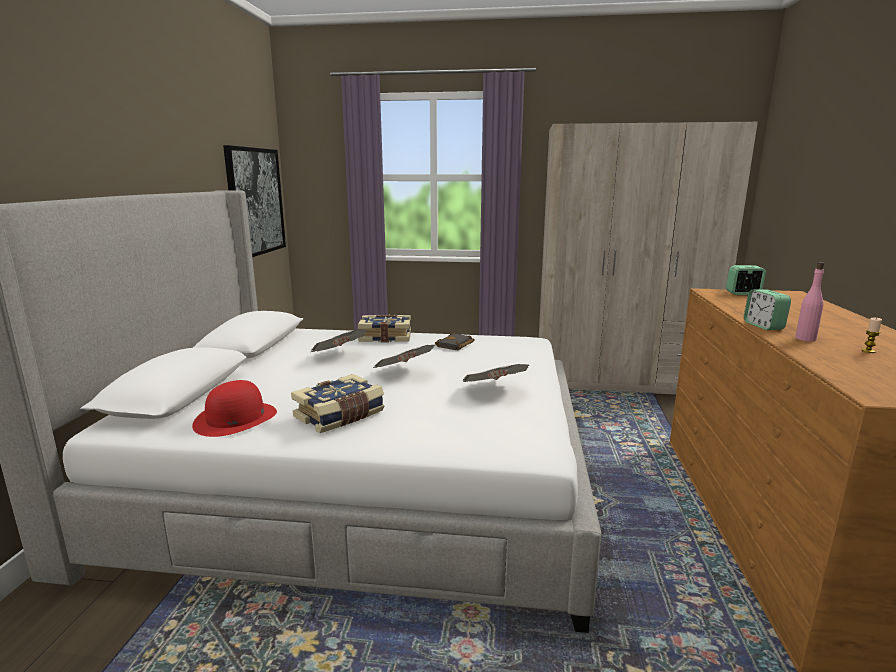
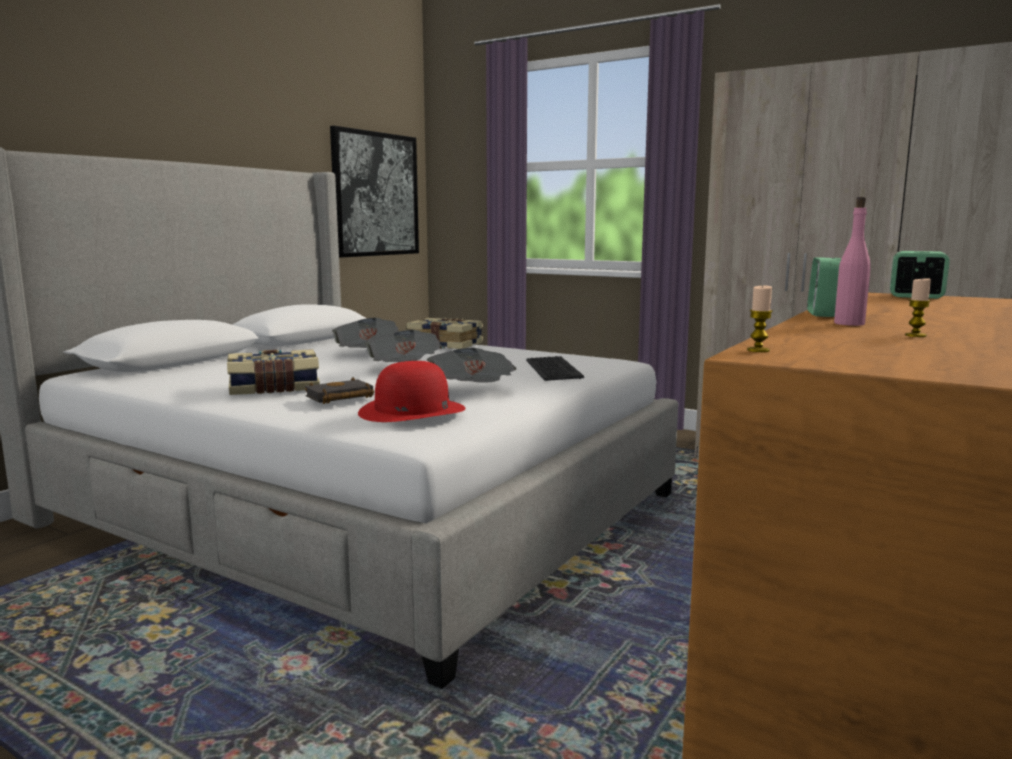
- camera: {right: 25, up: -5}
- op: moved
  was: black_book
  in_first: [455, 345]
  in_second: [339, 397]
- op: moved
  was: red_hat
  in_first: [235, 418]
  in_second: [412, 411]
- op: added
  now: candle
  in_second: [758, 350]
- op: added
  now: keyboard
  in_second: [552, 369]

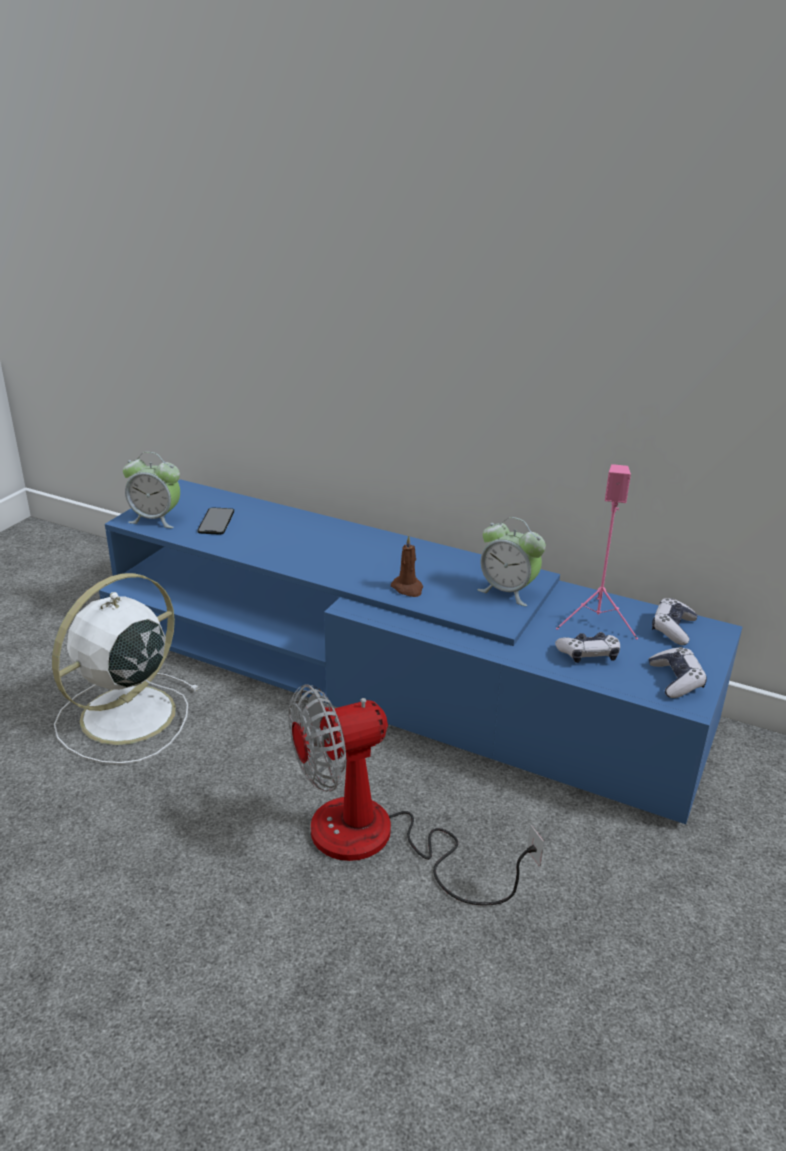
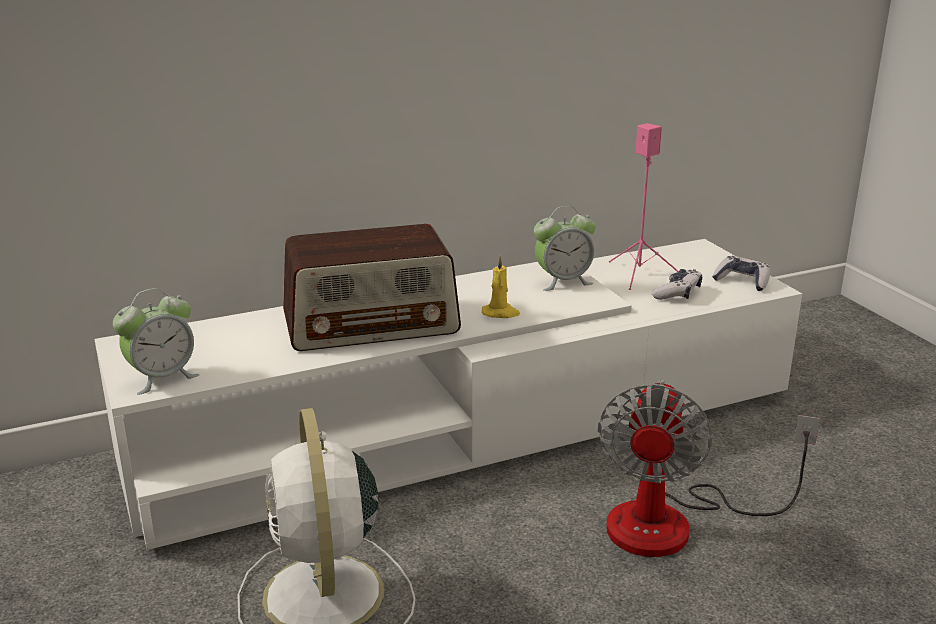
- camera: {right: -50, up: -5}
- op: recoloured
  was: blue_tv_stand
  now: white_tv_stand
  in_first: [391, 675]
  in_second: [467, 424]
- op: removed
  was: phone
  in_first: [216, 521]
- op: recoloured
  was: brown_candle
  now: yellow_candle
  in_first: [408, 588]
  in_second: [501, 313]
- op: removed
  was: game_controller
  in_first: [672, 629]
- op: added
  now: radio
  in_second: [372, 323]

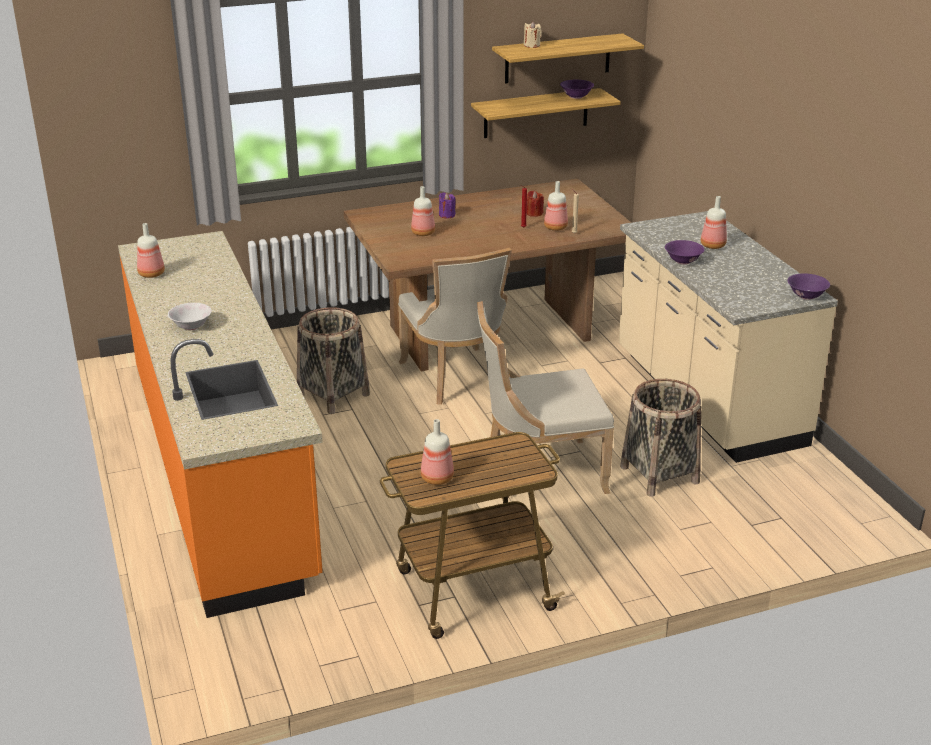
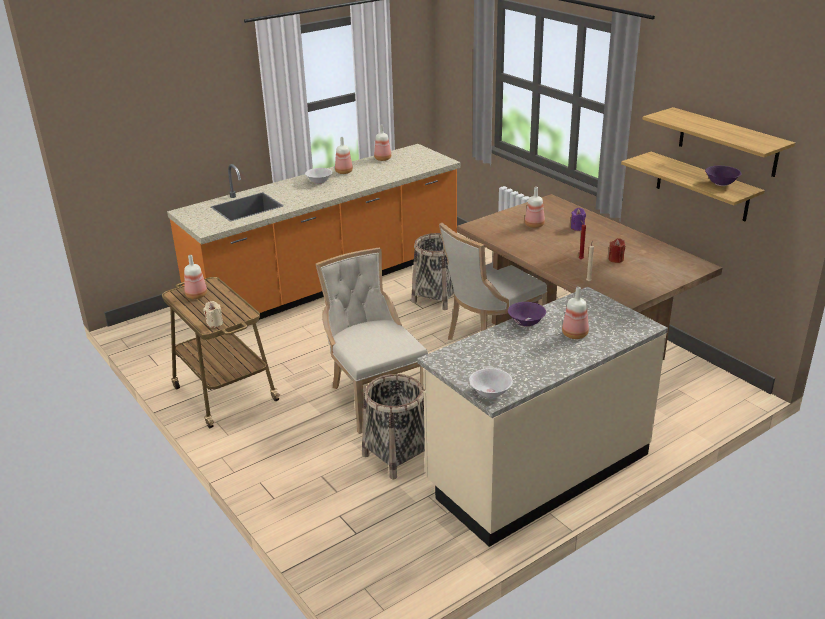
- camera: {right: 75, up: 0}
- op: moved
  was: beige_candle
  in_first: [532, 45]
  in_second: [214, 323]
- op: moved
  was: bottle
  in_first: [555, 228]
  in_second: [343, 172]
- op: recoloured
  was: purple_bowl
  now: white_bowl
  in_first: [806, 296]
  in_second: [490, 393]

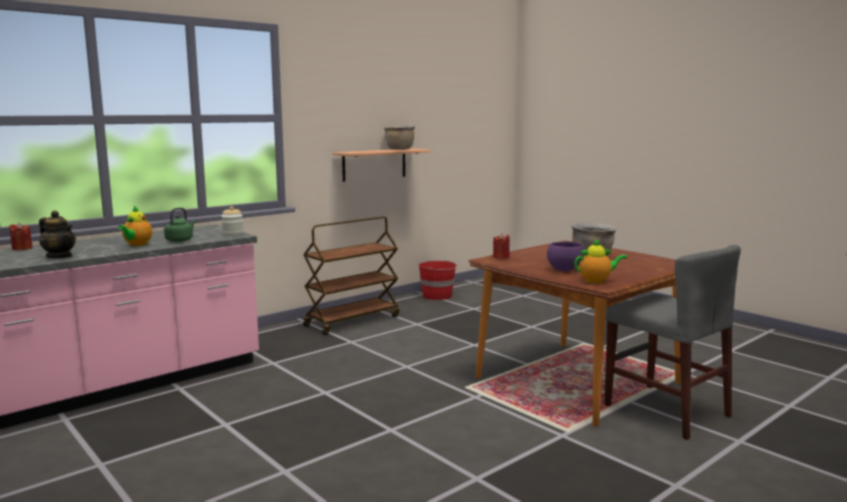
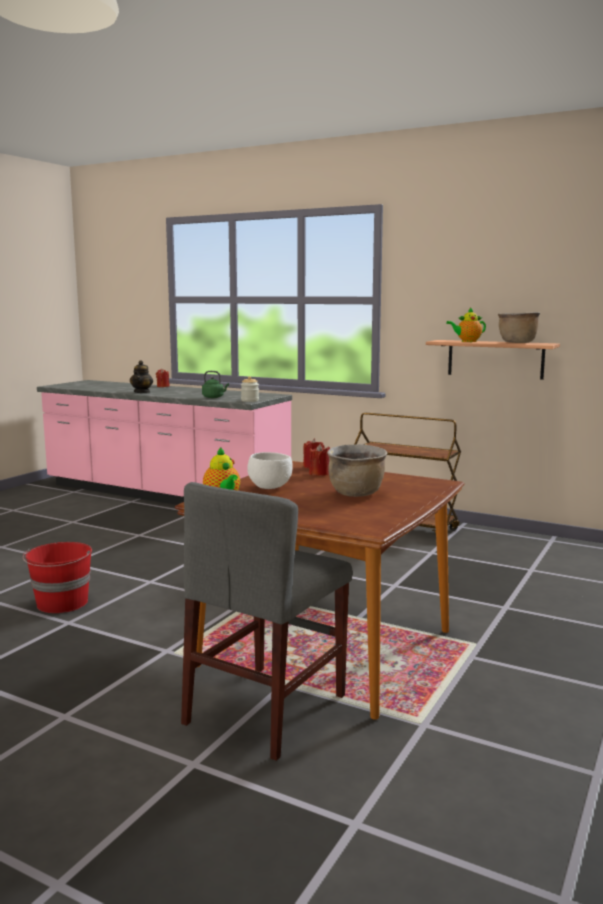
- camera: {right: 70, up: 0}
- op: moved
  was: teapot
  in_first: [137, 245]
  in_second: [467, 341]
- op: recoloured
  was: purple_bowl
  now: white_bowl
  in_first: [563, 269]
  in_second: [270, 487]
- op: moved
  was: red_bucket
  in_first: [438, 296]
  in_second: [62, 603]
- op: added
  now: red_candle
  in_second: [319, 474]

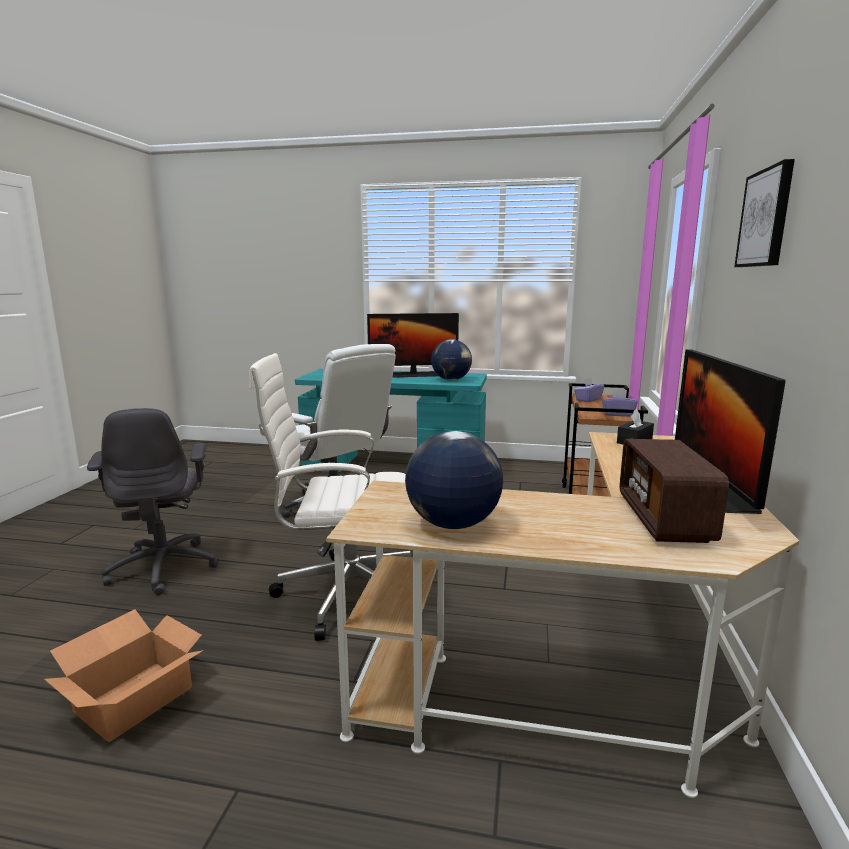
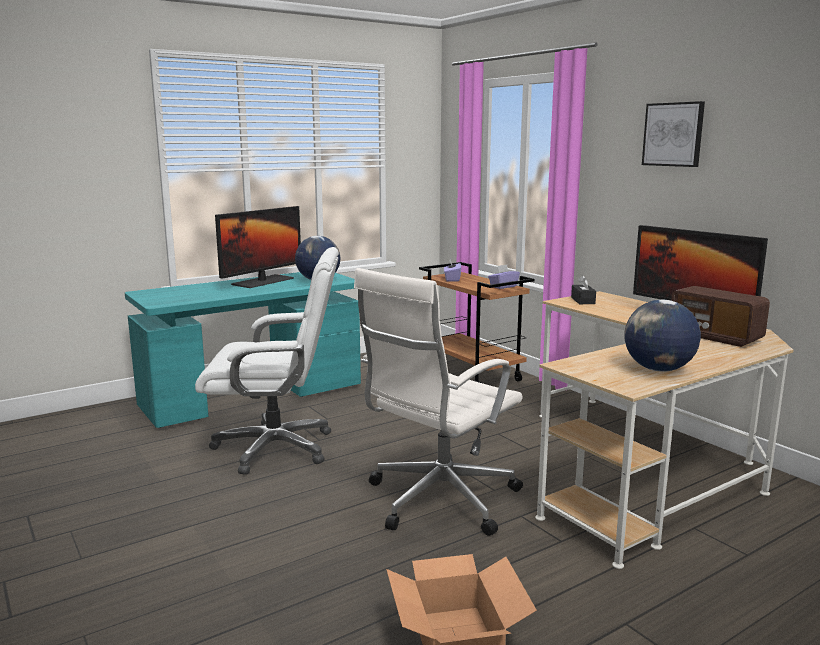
- camera: {right: -45, up: 0}
- op: removed
  was: grey_office_chair
  in_first: [164, 567]

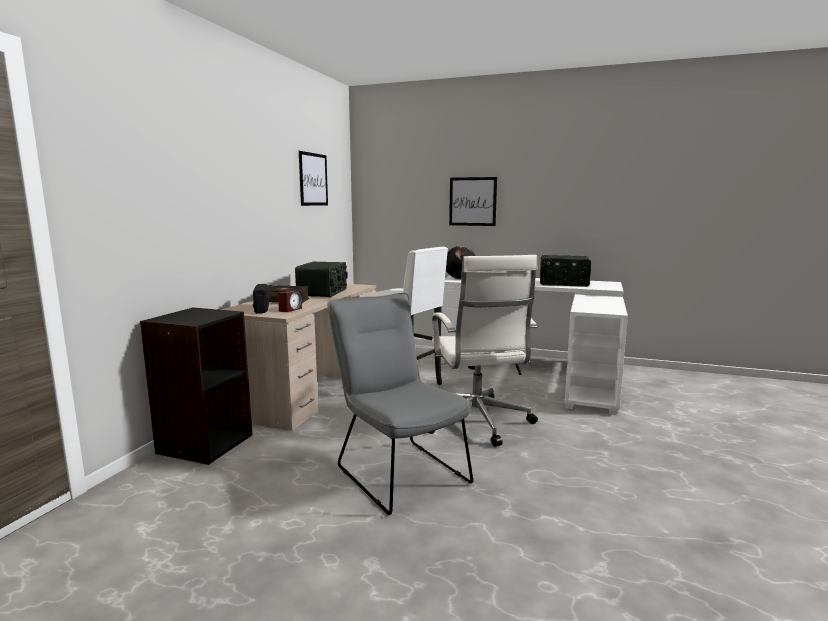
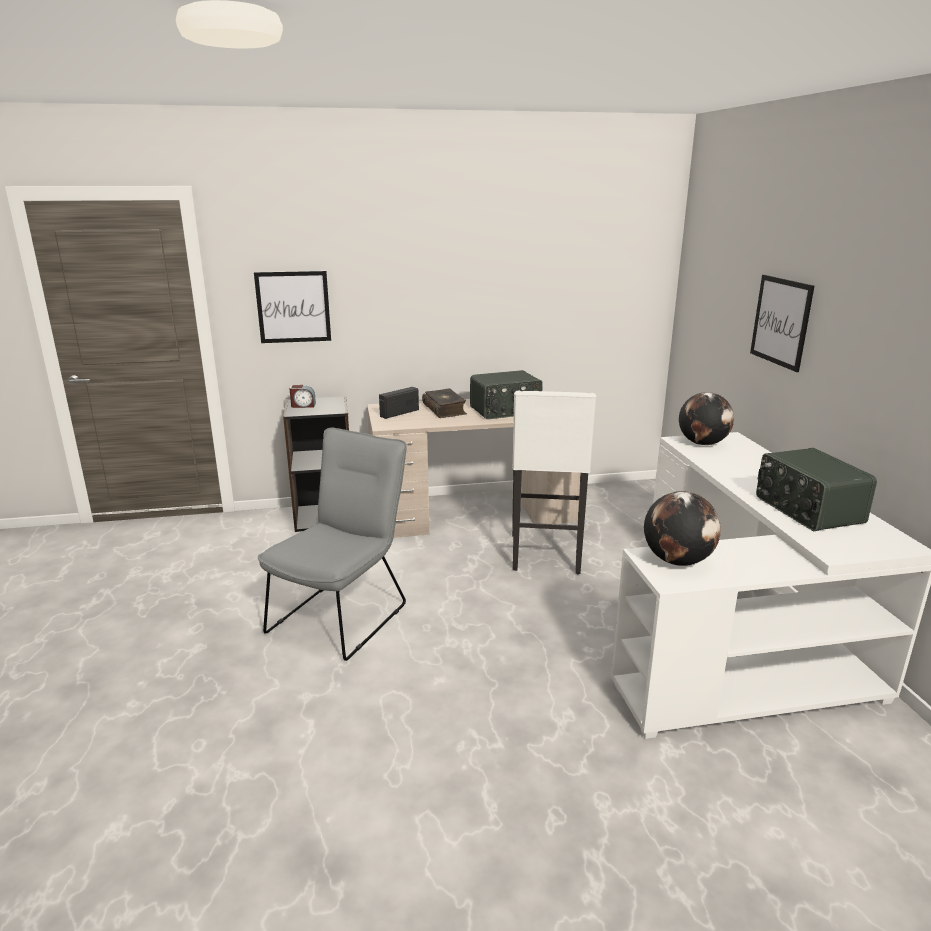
- camera: {right: 60, up: 10}
- op: moved
  was: picture
  in_first: [313, 179]
  in_second: [293, 307]
- op: removed
  was: white_office_chair
  in_first: [477, 422]
- op: moved
  was: alarm_clock
  in_first: [290, 309]
  in_second: [303, 405]
- op: added
  now: globe
  in_second: [677, 560]

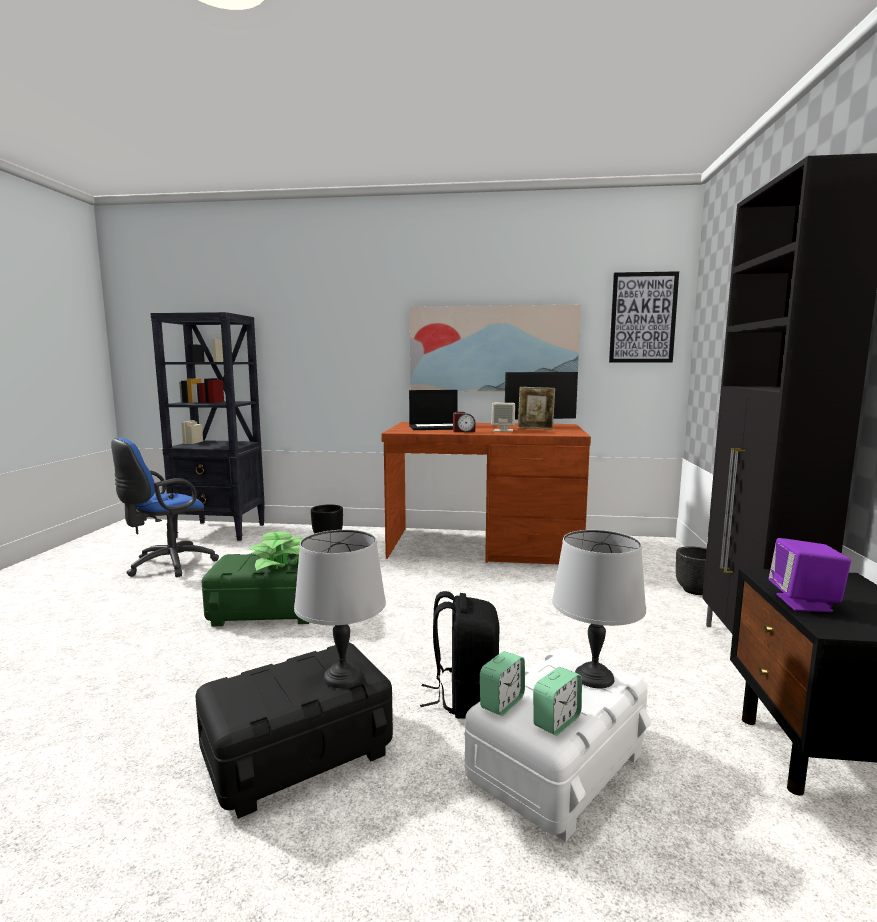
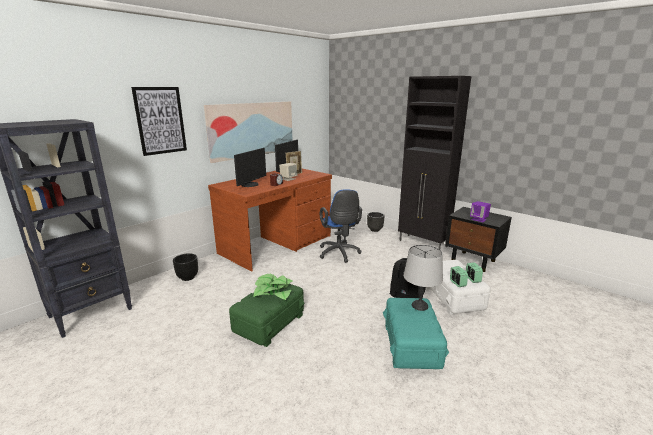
- camera: {right: -55, up: 10}
- op: moved
  was: picture
  in_first: [643, 318]
  in_second: [160, 120]
- op: replaced
  was: laptop
  now: monitor
  in_first: [436, 427]
  in_second: [250, 185]
- op: moved
  was: blue_office_chair
  in_first: [167, 565]
  in_second: [339, 254]
- op: removed
  was: grey_table_lamp
  in_first: [594, 676]
- op: recoloured
  was: black_storage_box
  now: turquoise_storage_box
  in_first: [298, 753]
  in_second: [412, 345]

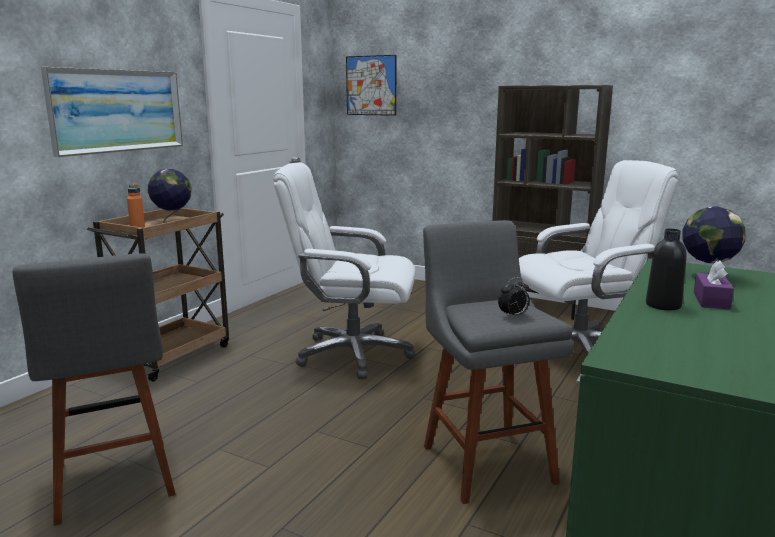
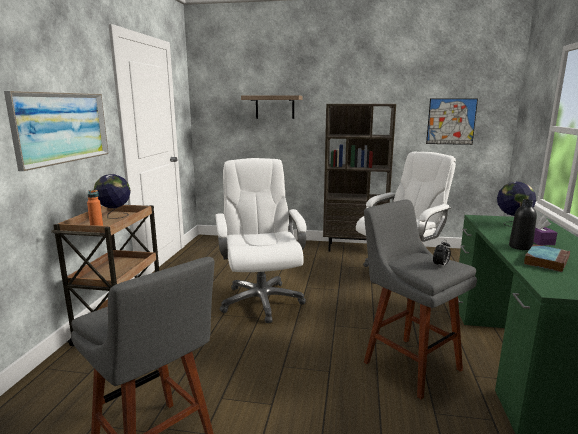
- camera: {right: -20, up: 0}
- op: moved
  was: picture
  in_first: [371, 85]
  in_second: [451, 121]
- op: turned
  was: white_office_chair
  in_first: [352, 354]
  in_second: [261, 301]
  clockwise: 90
- op: added
  now: shelf
  in_second: [275, 107]
- op: added
  now: book
  in_second: [546, 261]

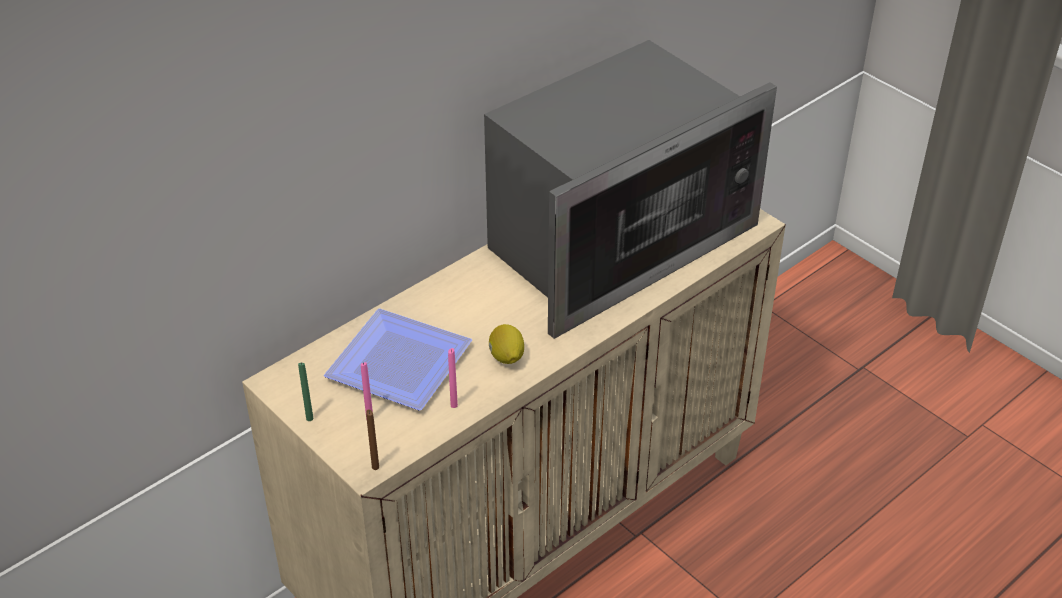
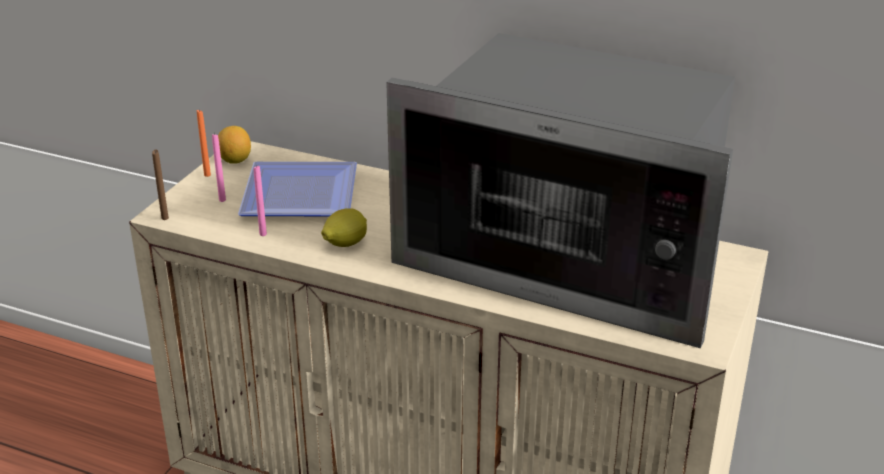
- camera: {right: 65, up: -10}
- op: recoloured
  was: green_candle
  now: orange_candle
  in_first: [309, 418]
  in_second: [207, 175]
- op: added
  now: lemon
  in_second: [235, 160]

